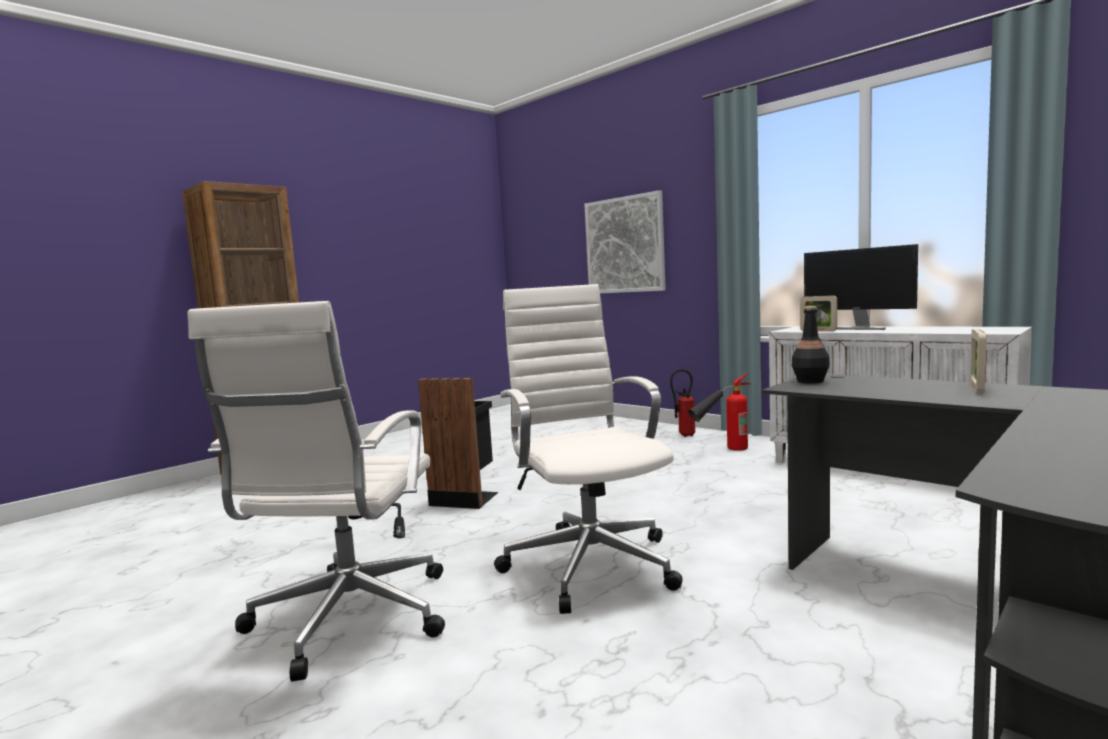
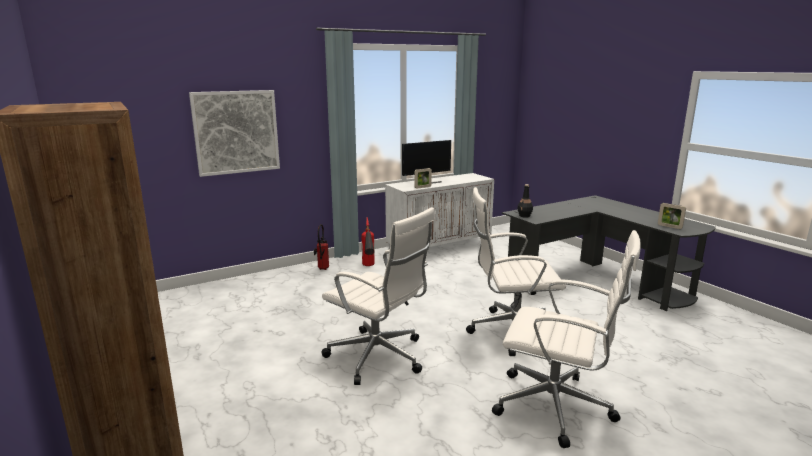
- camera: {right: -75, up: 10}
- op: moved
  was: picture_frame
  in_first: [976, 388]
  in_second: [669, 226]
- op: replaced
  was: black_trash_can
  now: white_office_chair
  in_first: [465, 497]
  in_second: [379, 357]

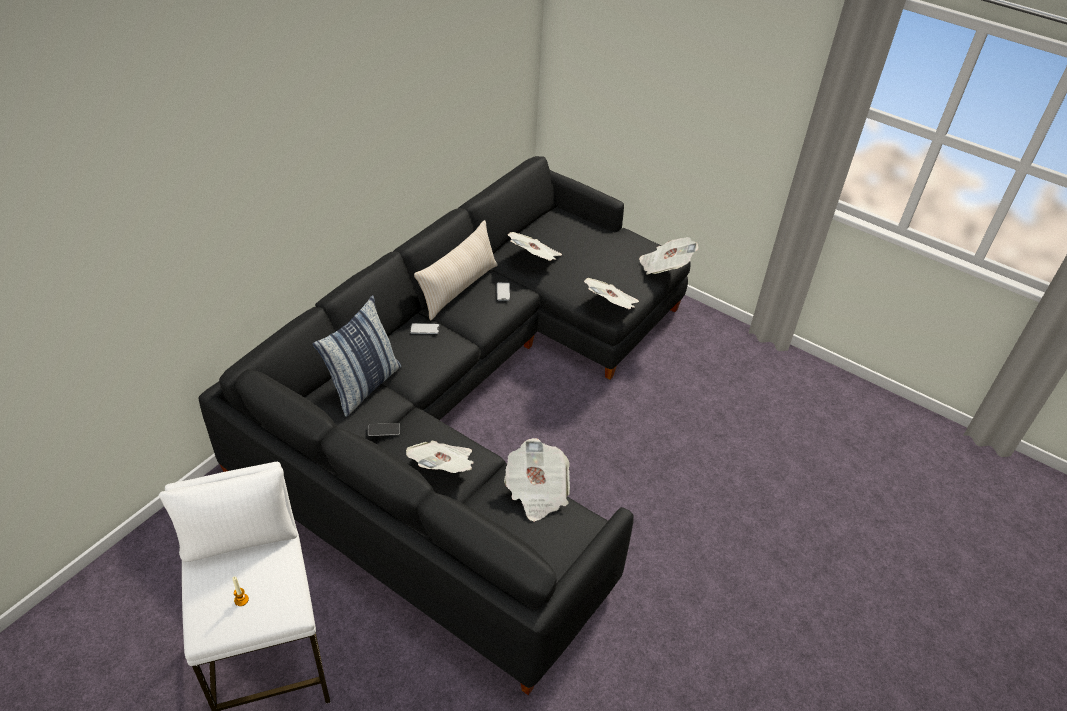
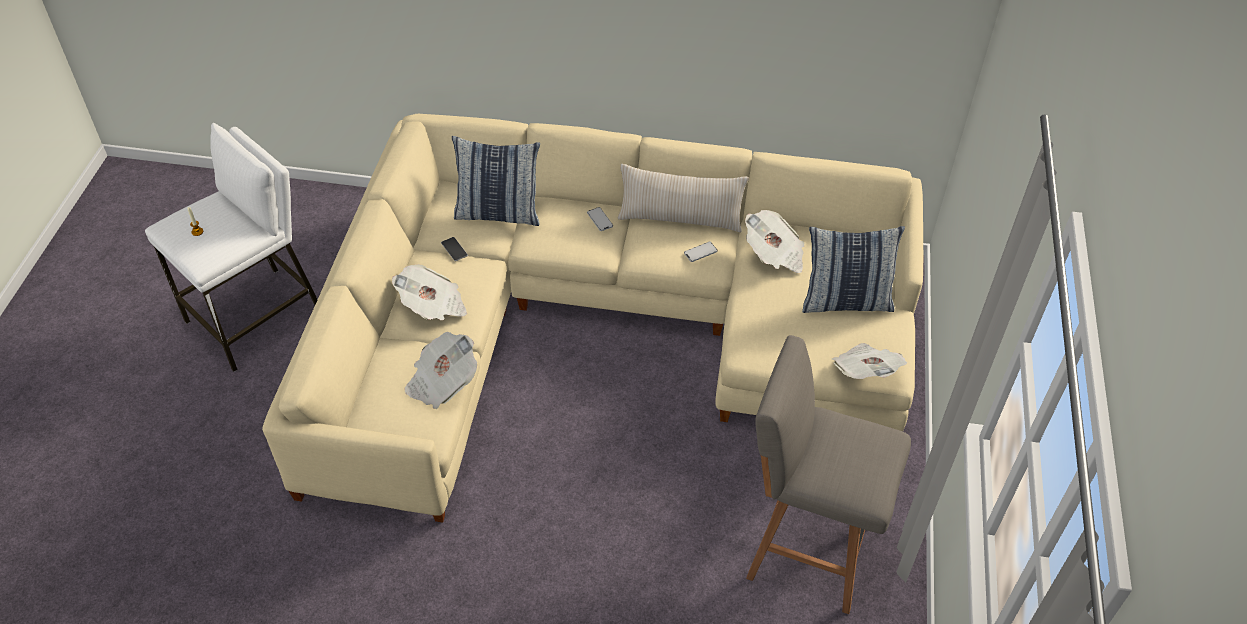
- camera: {right: 65, up: 5}
- op: recoloured
  was: black_sofa
  now: beige_sofa
  in_first: [473, 406]
  in_second: [600, 325]
- op: removed
  was: newspaper
  in_first: [611, 305]
- op: added
  now: pillow
  in_second: [845, 301]
- op: added
  now: grey_stool
  in_second: [806, 547]

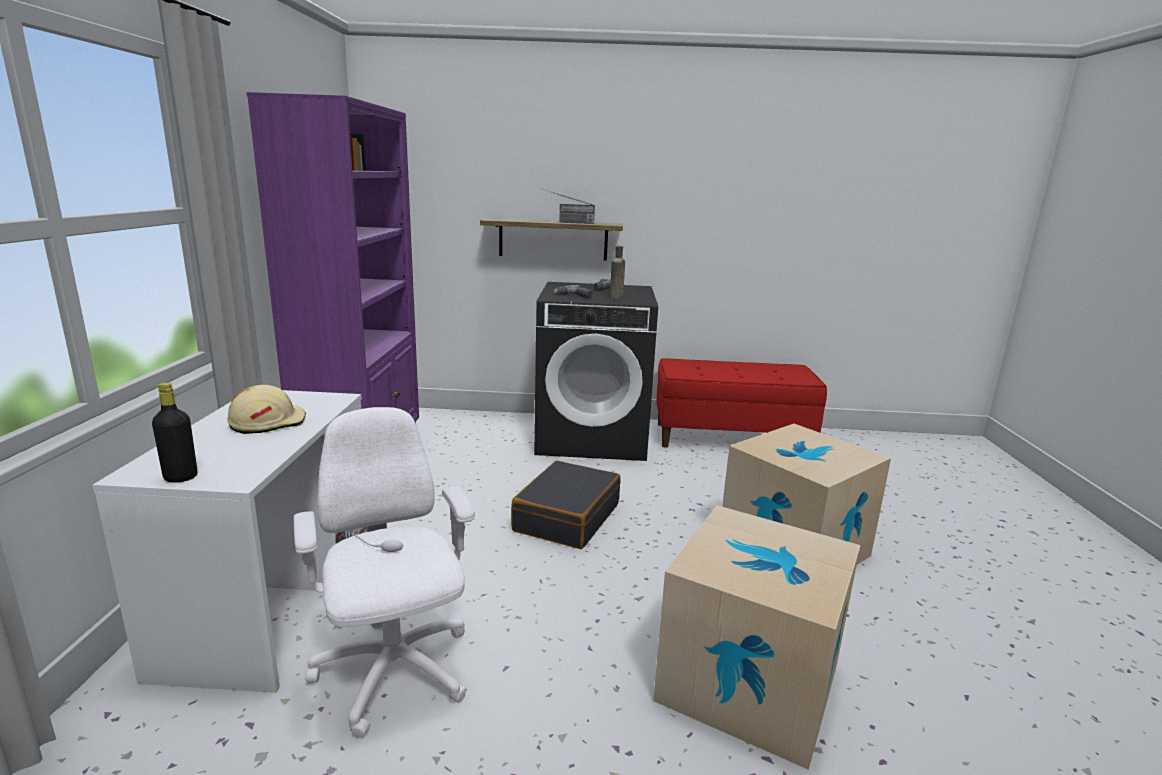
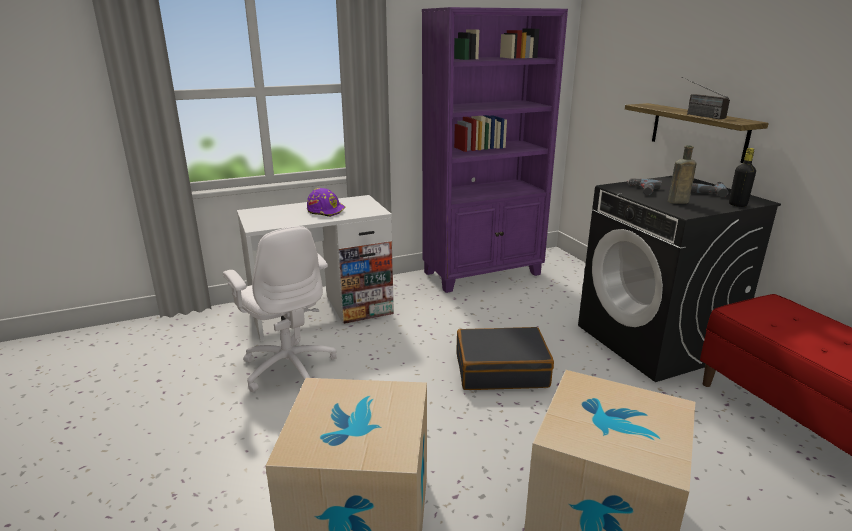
- camera: {right: 65, up: 5}
- op: moved
  was: black_bottle
  in_first: [181, 477]
  in_second: [737, 205]
- op: recoloured
  was: beige_hard_hat
  now: purple_hard_hat
  in_first: [268, 422]
  in_second: [326, 211]
- op: turned
  was: white_office_chair
  in_first: [394, 674]
  in_second: [289, 366]
  clockwise: 105

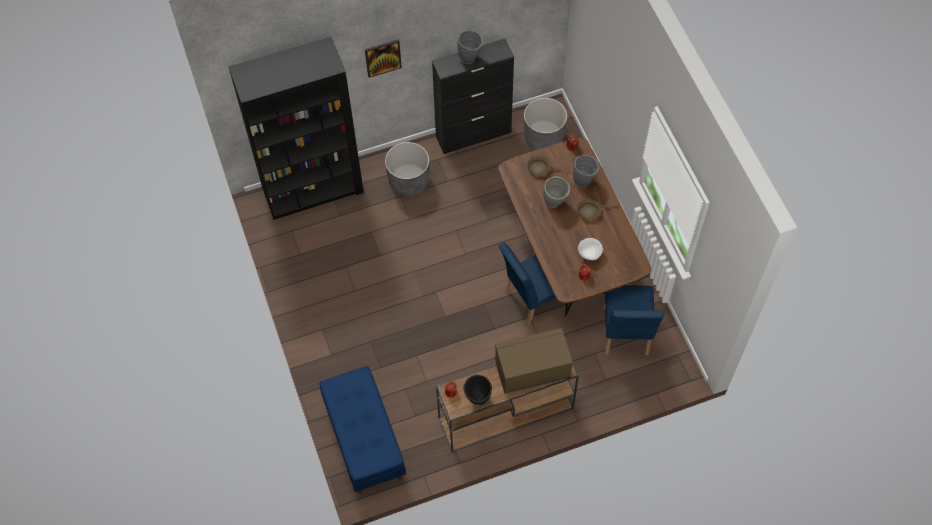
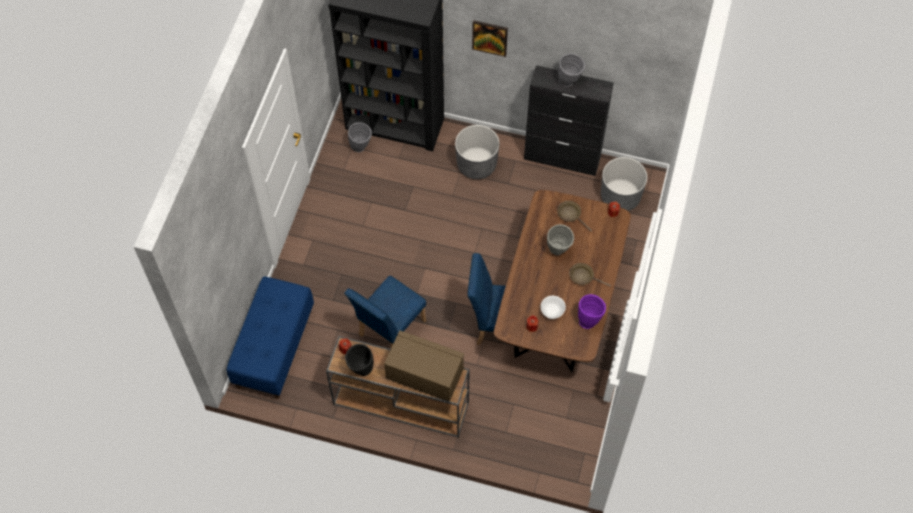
- camera: {right: 35, up: 0}
- op: moved
  was: grey_vase
  in_first: [584, 180]
  in_second: [361, 147]
- op: moved
  was: blue_chair
  in_first: [625, 336]
  in_second: [388, 331]
- op: added
  now: purple_vase
  in_second: [589, 319]

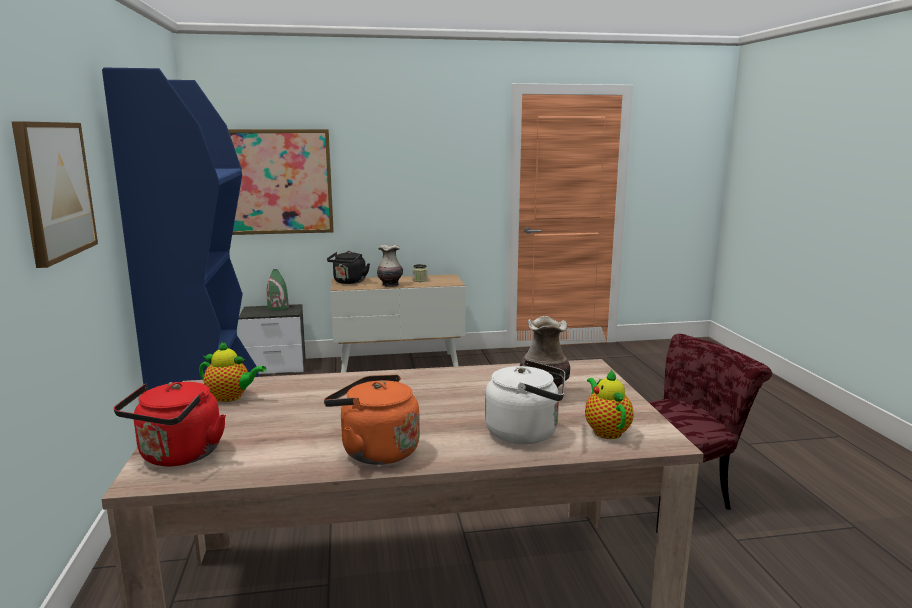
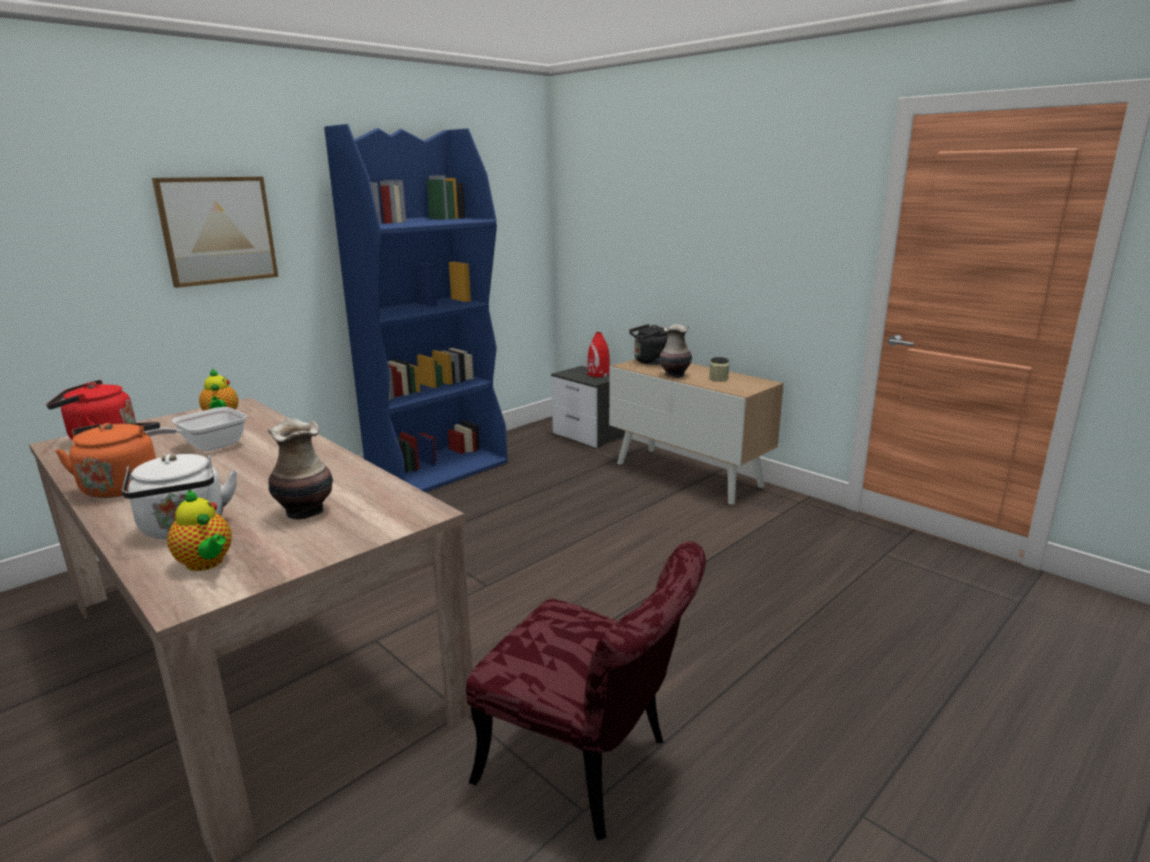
- camera: {right: 55, up: 5}
- op: removed
  was: picture
  in_first: [279, 182]
- op: recoloured
  was: green_vase
  now: red_vase
  in_first: [278, 307]
  in_second: [598, 374]
- op: turned
  was: teapot
  in_first: [606, 430]
  in_second: [206, 563]
  clockwise: 90
- op: added
  now: frying_pan
  in_second: [206, 447]

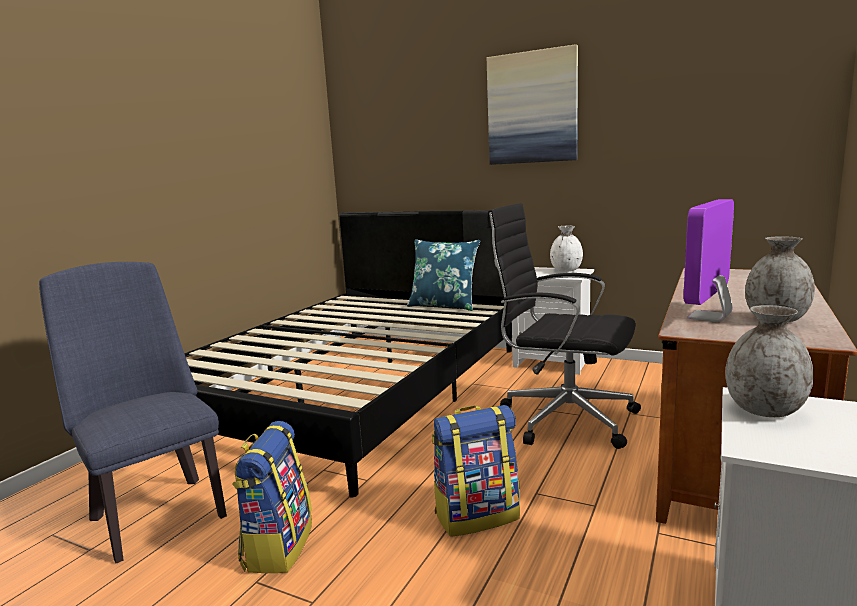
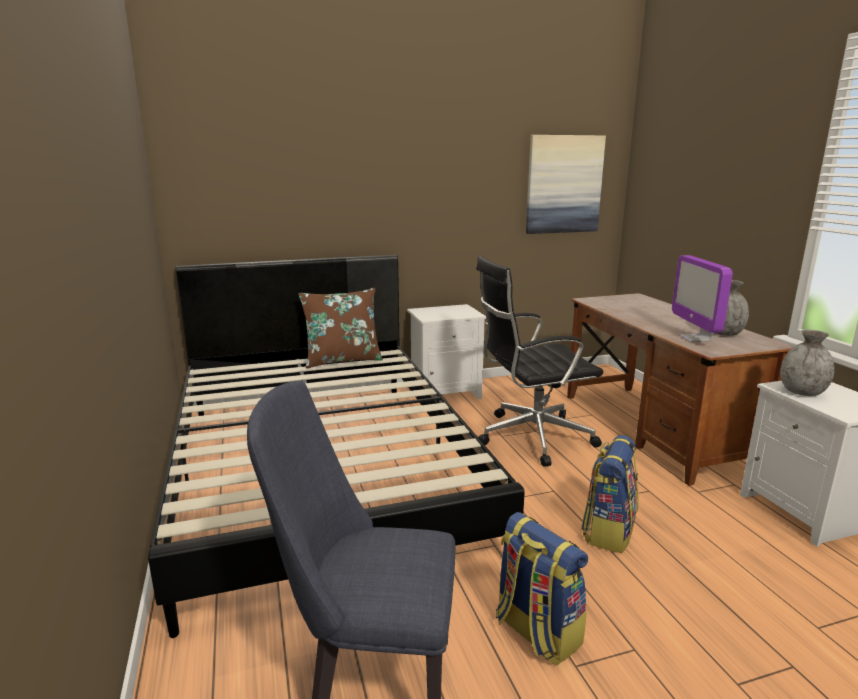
- camera: {right: -45, up: 5}
- op: moved
  was: picture
  in_first: [532, 108]
  in_second: [564, 184]
- op: removed
  was: white_vase
  in_first: [566, 270]
- op: recoloured
  was: blue_pillow
  now: brown_pillow
  in_first: [444, 306]
  in_second: [342, 360]

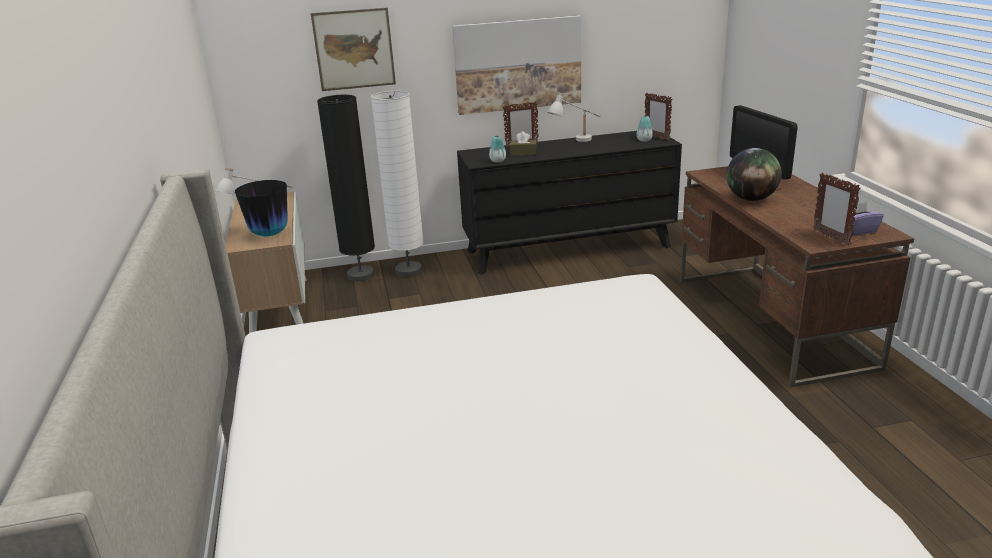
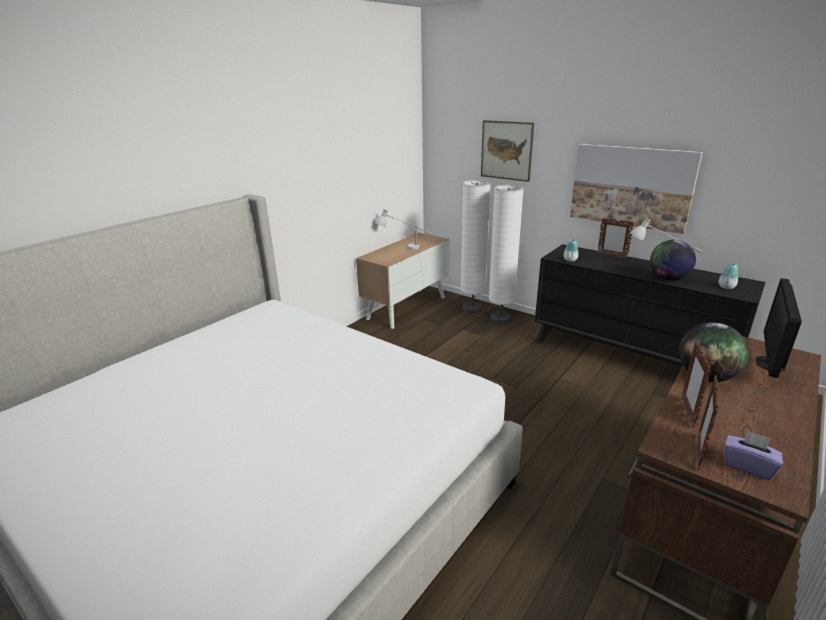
- camera: {right: 50, up: 0}
- op: moved
  was: picture_frame
  in_first: [656, 137]
  in_second: [687, 412]
- op: recoloured
  was: black_floor_lamp
  now: white_floor_lamp
  in_first: [361, 275]
  in_second: [472, 308]
- op: removed
  was: brown_tissue_box
  in_first: [523, 153]
- op: removed
  was: vase
  in_first: [269, 234]
- op: added
  now: globe
  in_second: [668, 279]

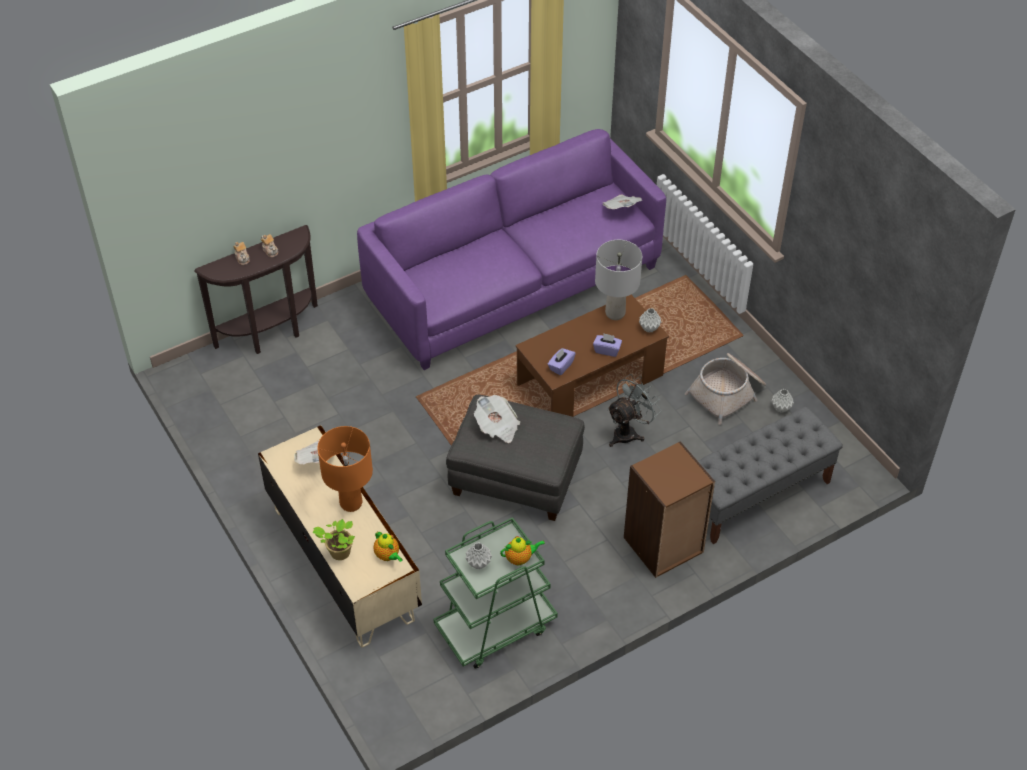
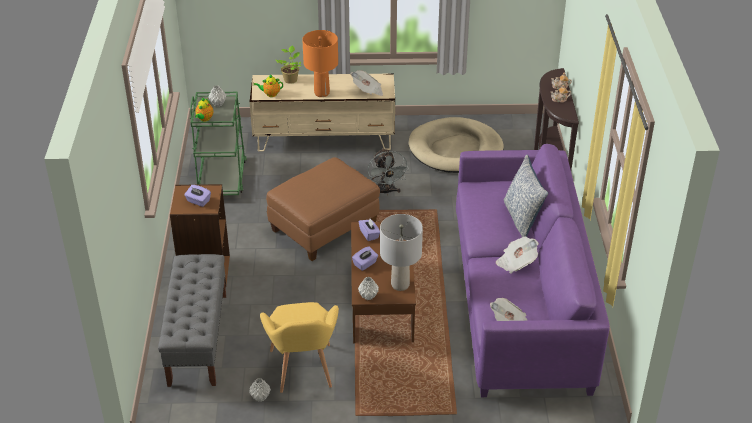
- camera: {right: 120, up: -10}
- op: replaced
  was: basket
  now: yellow_armchair
  in_first: [728, 393]
  in_second: [303, 372]
- op: moved
  was: grey_fan
  in_first: [629, 432]
  in_second: [386, 192]
- op: recoloured
  was: grey_ottoman
  now: brown_ottoman
  in_first: [515, 478]
  in_second: [324, 227]
- op: moved
  was: newspaper
  in_first: [497, 427]
  in_second: [516, 263]
- op: added
  now: beige_dog_bed
  in_second: [455, 149]
- op: added
  now: pillow
  in_second: [522, 218]
- op: added
  now: purple_tissue_box
  in_second: [198, 201]

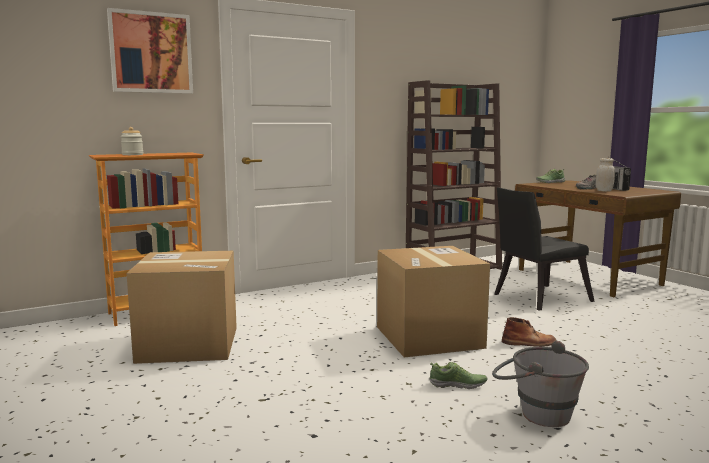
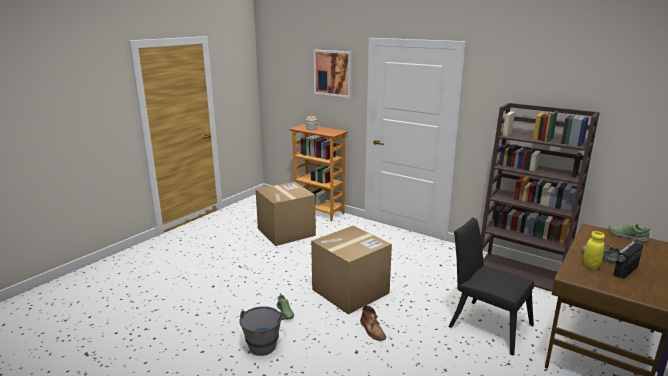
- camera: {right: 65, up: 10}
- op: recoloured
  was: white_jar
  now: yellow_jar
  in_first: [604, 191]
  in_second: [591, 266]

